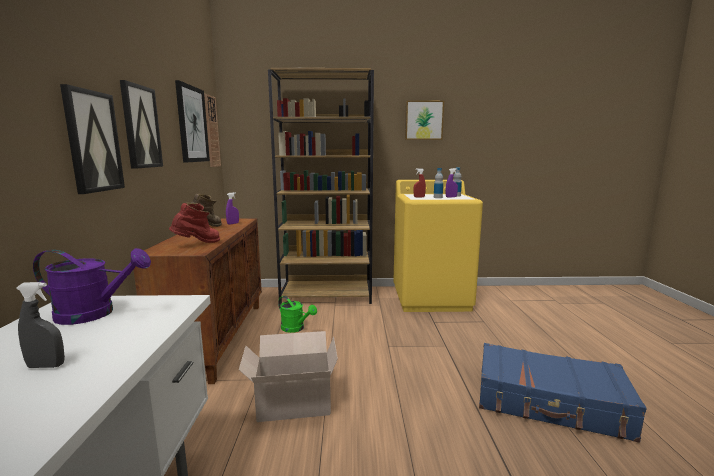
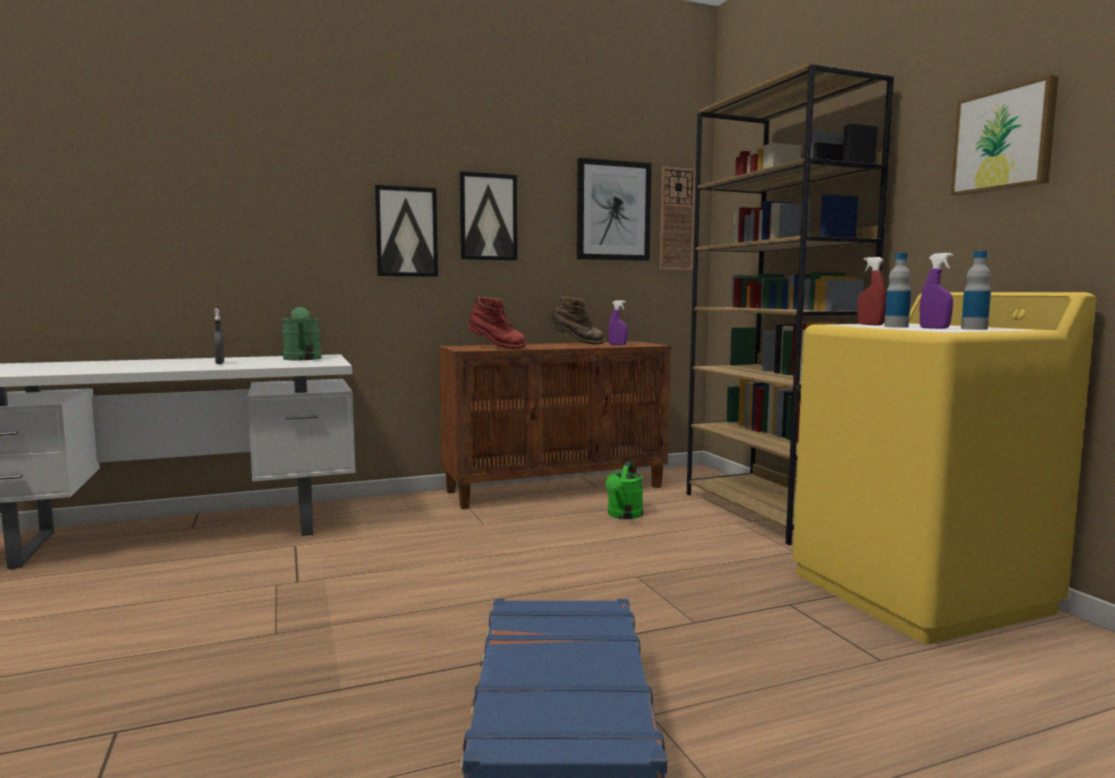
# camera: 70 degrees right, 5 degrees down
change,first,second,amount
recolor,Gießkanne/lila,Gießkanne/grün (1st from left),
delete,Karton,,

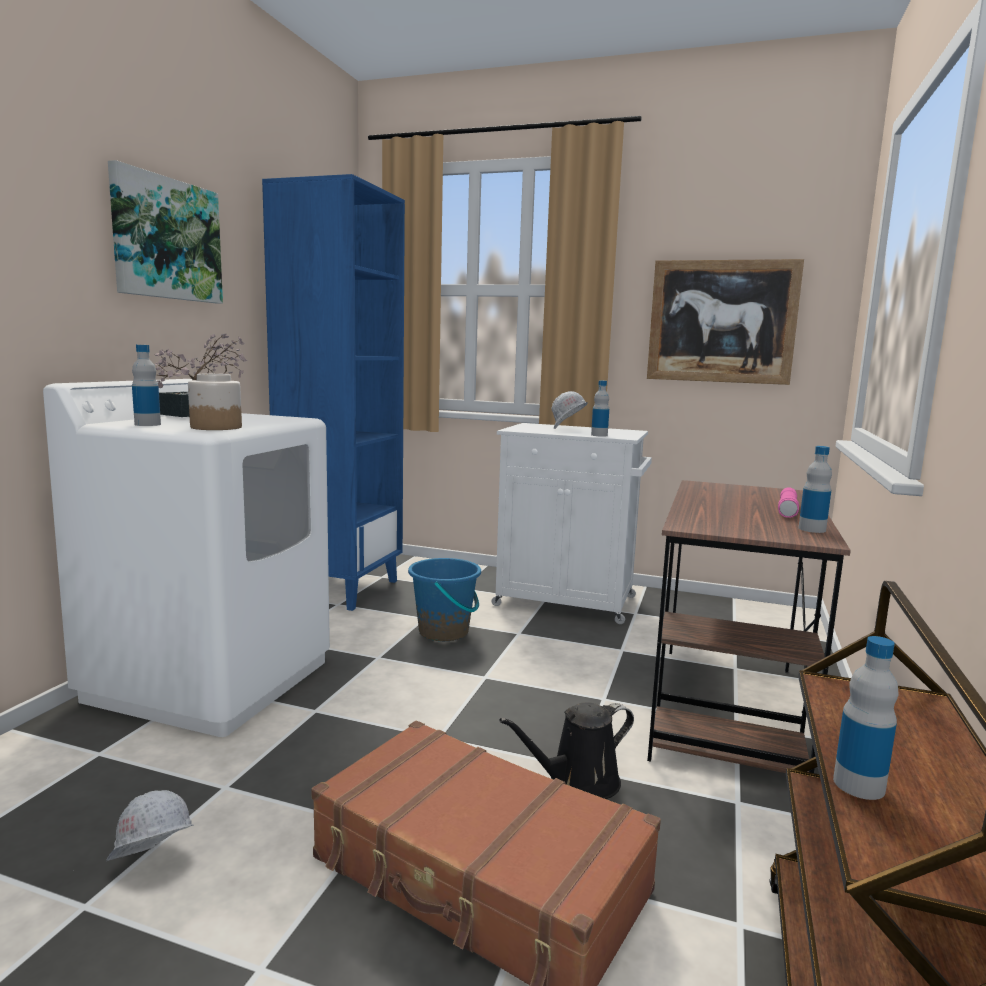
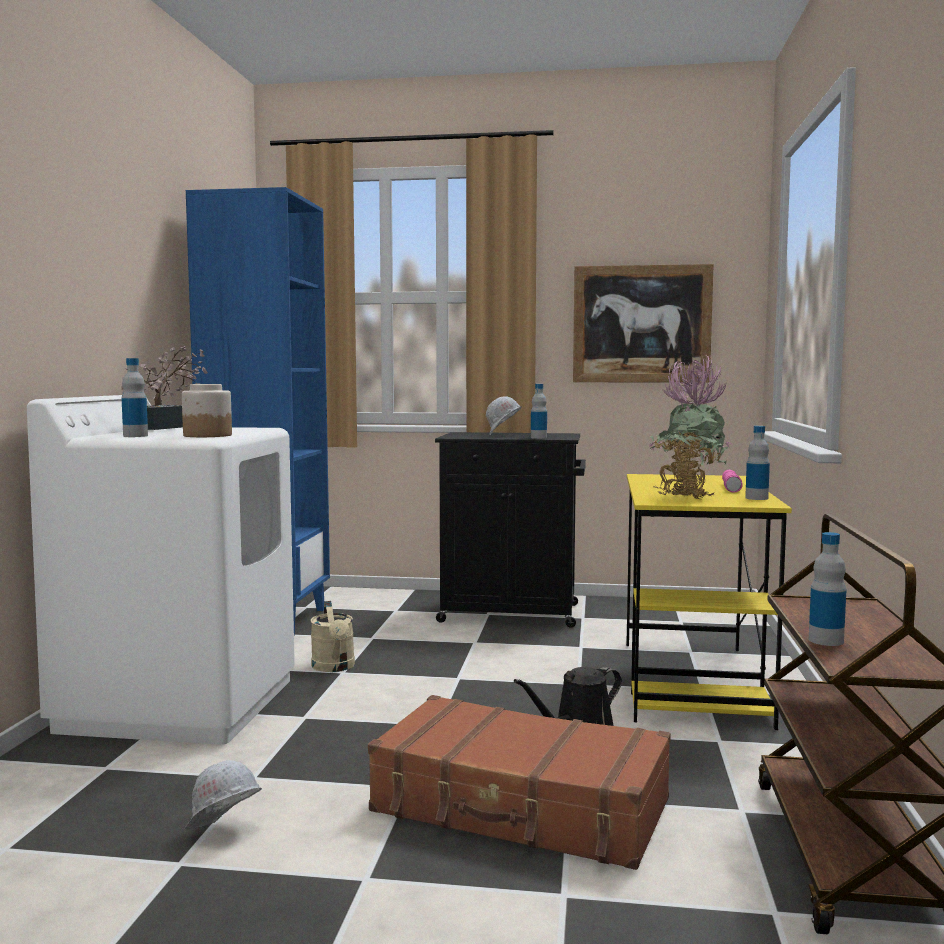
# camera: 10 degrees left, 5 degrees down
change,first,second,amount
delete,Bild (1st from left),,
recolor,Schrank/weiß,Schrank/schwarz,
recolor,Schreibtisch/braun,Schreibtisch/gelb,
delete,Eimer/blau,,
insert,,Topfpflanze (2nd from left),
insert,,Gießkanne/beige,

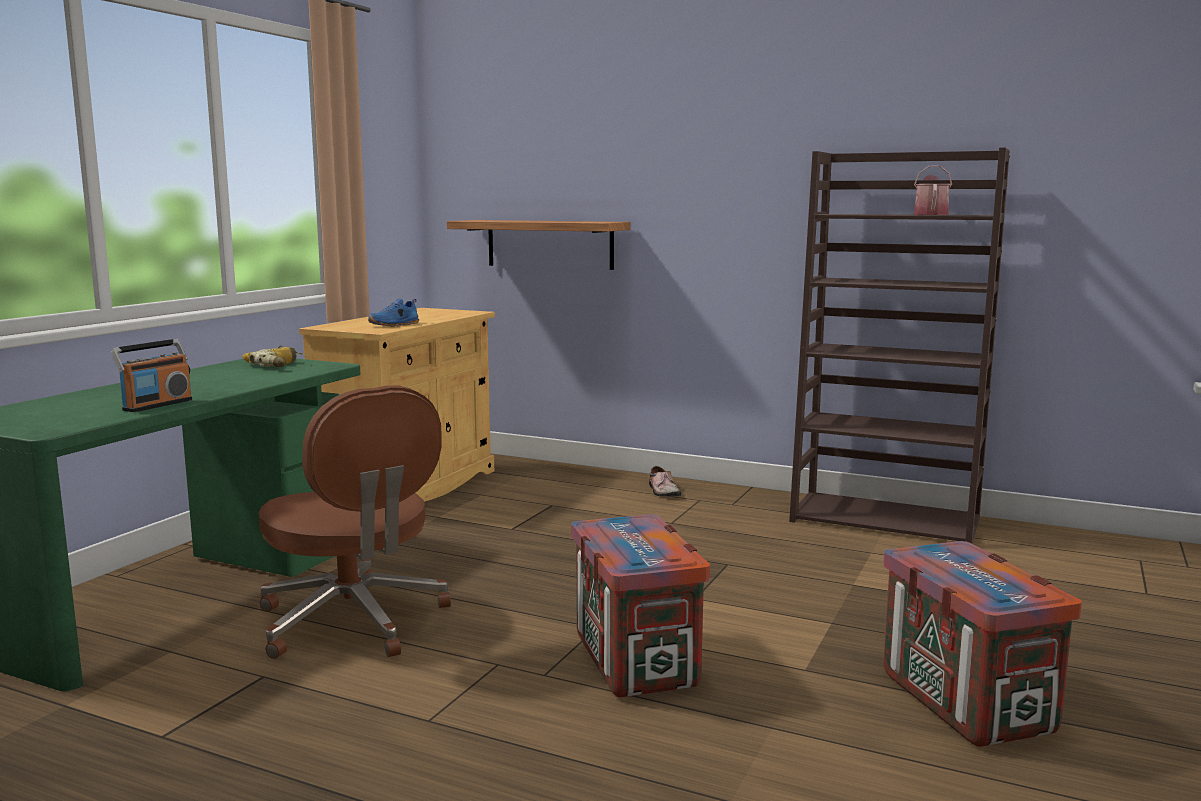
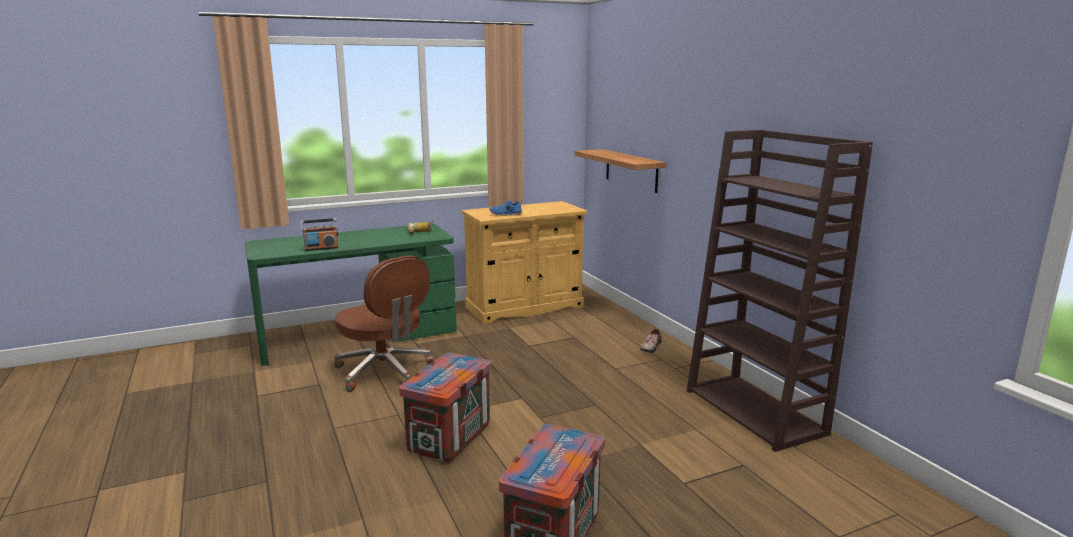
# camera: 40 degrees right, 5 degrees up
change,first,second,amount
delete,Gießkanne,,
rotate,Bürostuhl/braun,,45 degrees counterclockwise

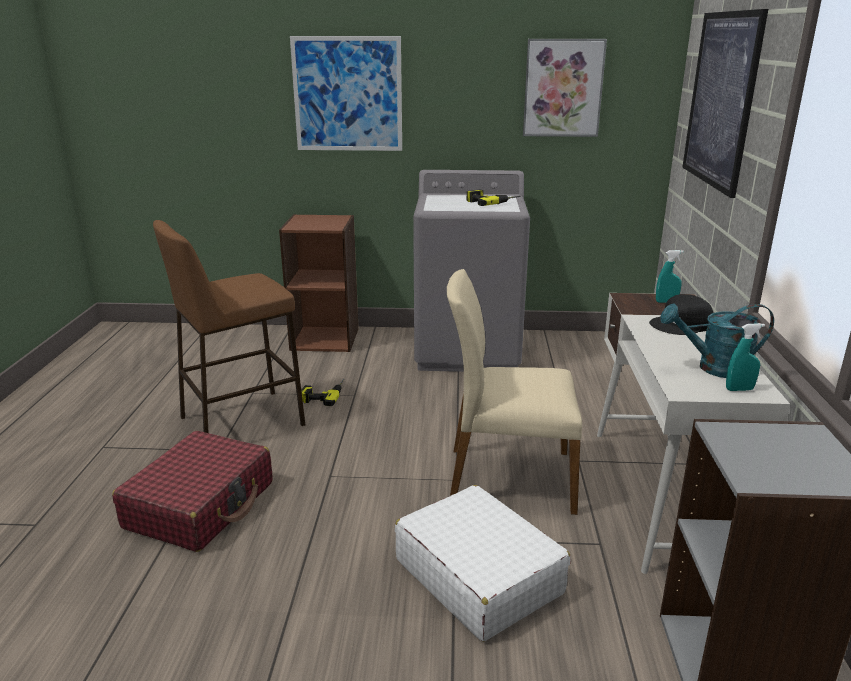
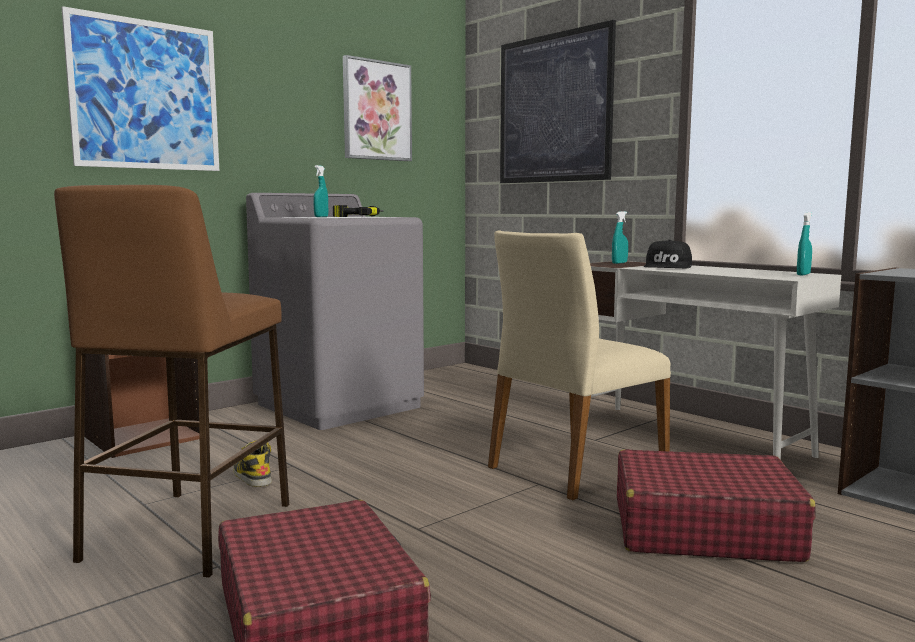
# camera: 45 degrees left, 15 degrees down
change,first,second,amount
delete,Gießkanne/türkis,,
replace,Bohrmaschine (1st from left),Stiefel,
recolor,Koffer/weiß,Koffer/rot (2nd from left),
insert,,Sprühflasche/türkis (1st from left),

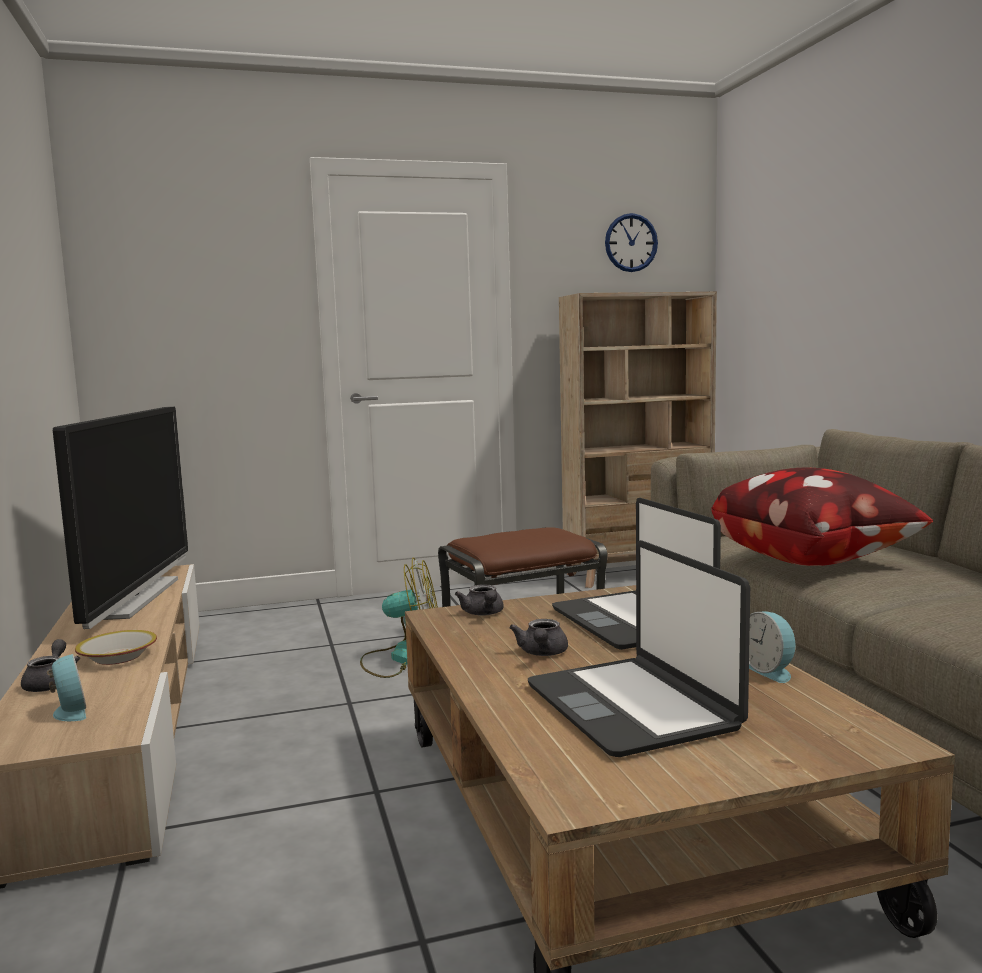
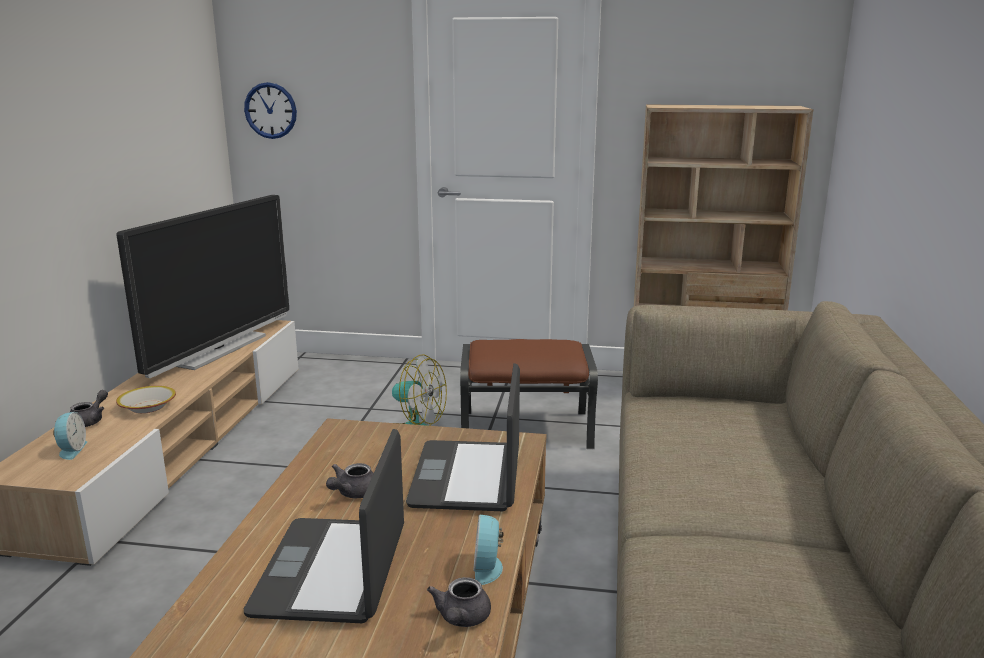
# camera: 25 degrees right, 10 degrees up
change,first,second,amount
move,Wanduhr,,
delete,Kissen,,
move,Teekanne/grau (2nd from left in the first image),Teekanne/grau (3rd from left),

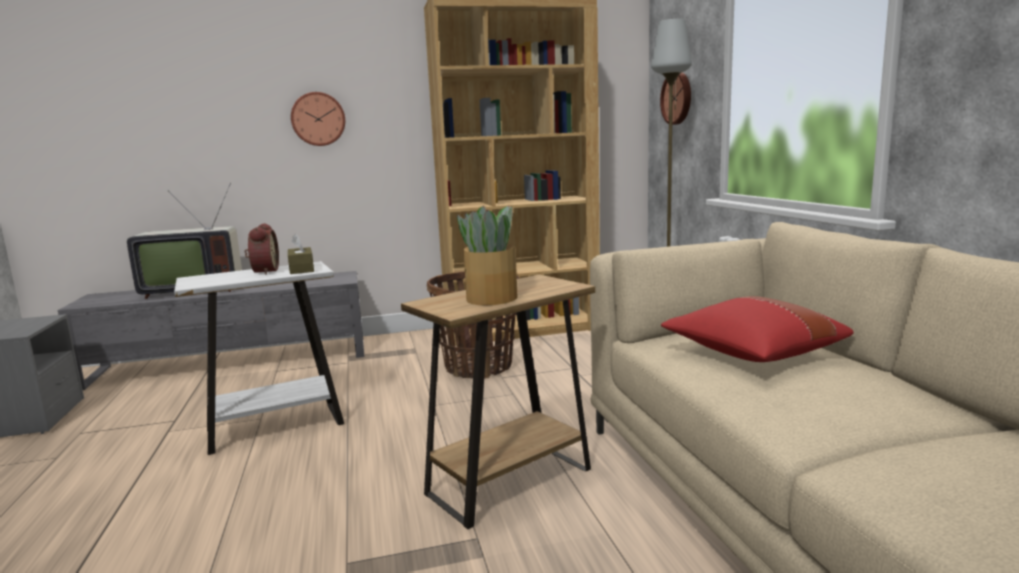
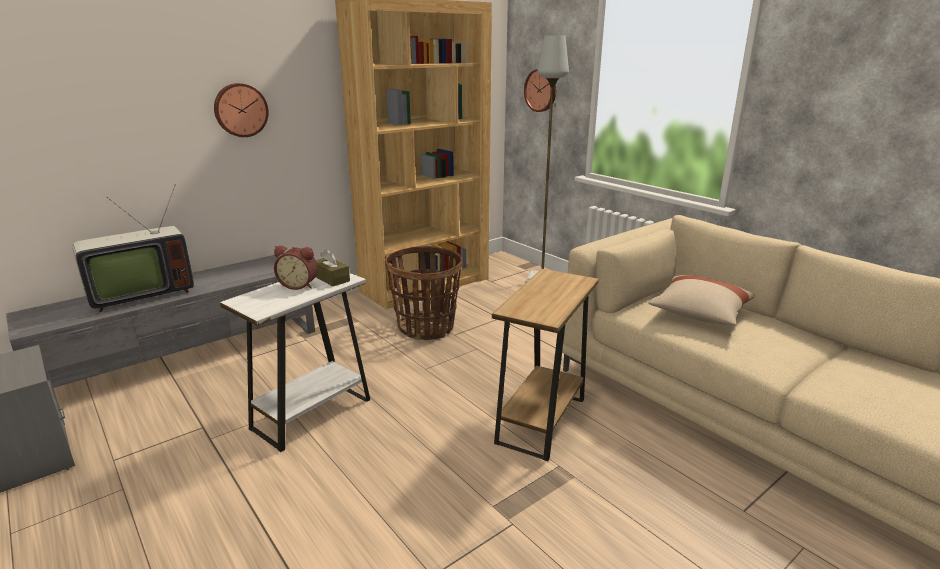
# camera: 25 degrees left, 10 degrees up
change,first,second,amount
delete,Topfpflanze,,
rotate,Wecker,,135 degrees clockwise
recolor,Kissen/rot,Kissen/beige,

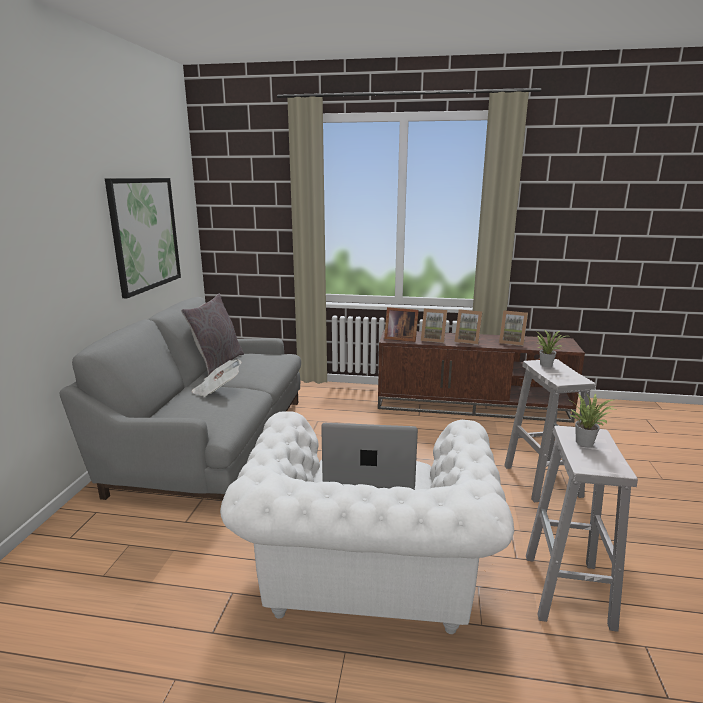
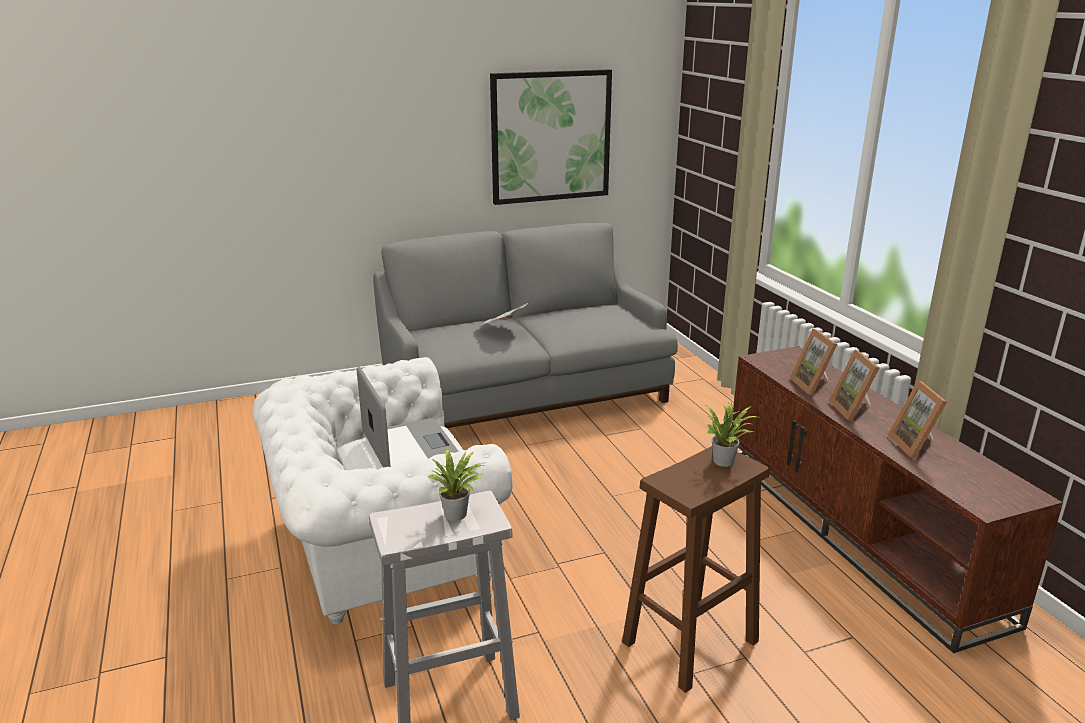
# camera: 60 degrees right, 5 degrees up
change,first,second,amount
delete,Kissen/grau,,
delete,Bilderrahmen (1st from left),,
recolor,Hocker/weiß (1st from left),Hocker/braun,

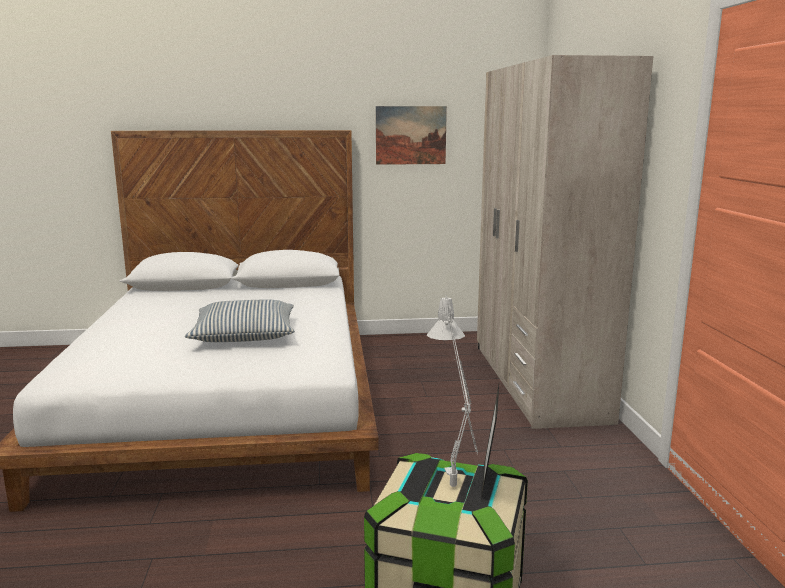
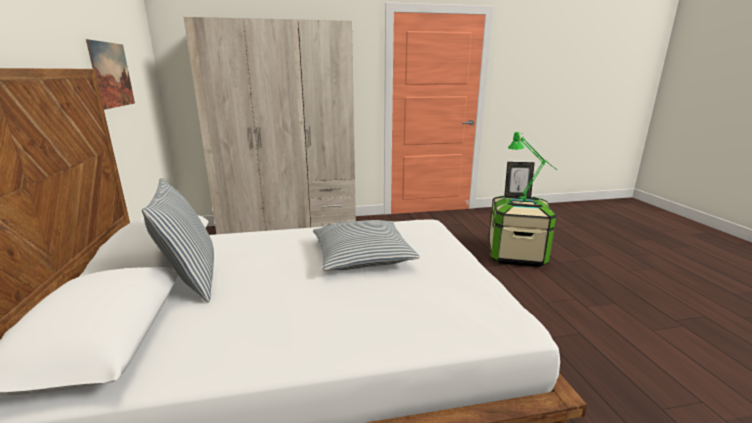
# camera: 95 degrees left, 5 degrees up
change,first,second,amount
recolor,Tischlampe/grau,Tischlampe/grün,
insert,,Kissen (1st from left),

